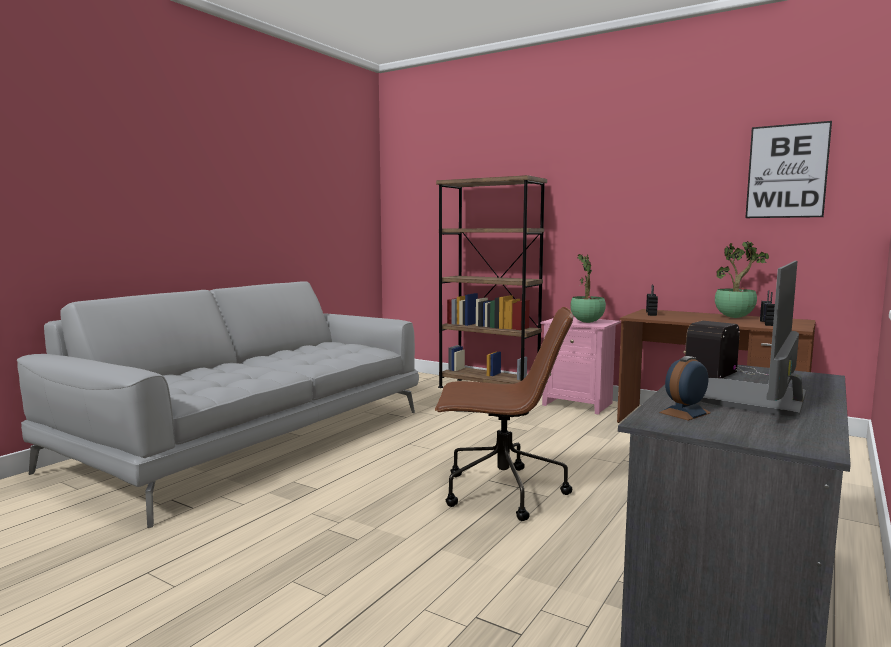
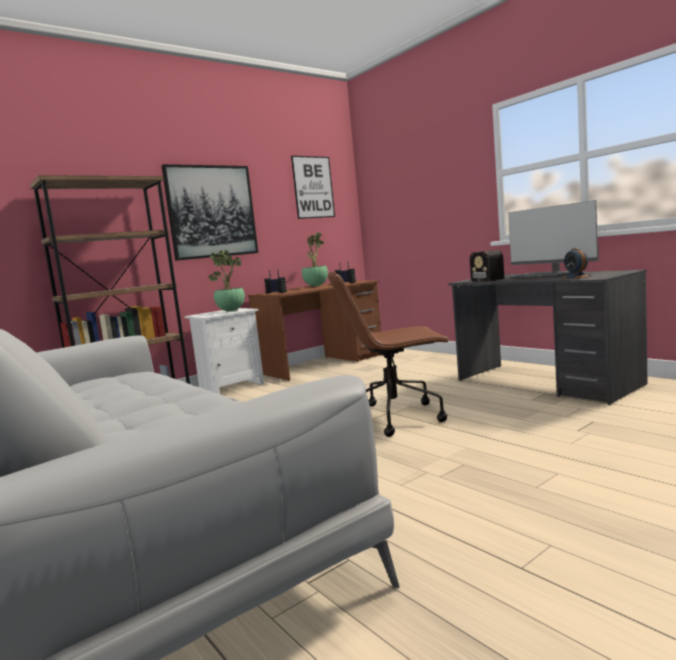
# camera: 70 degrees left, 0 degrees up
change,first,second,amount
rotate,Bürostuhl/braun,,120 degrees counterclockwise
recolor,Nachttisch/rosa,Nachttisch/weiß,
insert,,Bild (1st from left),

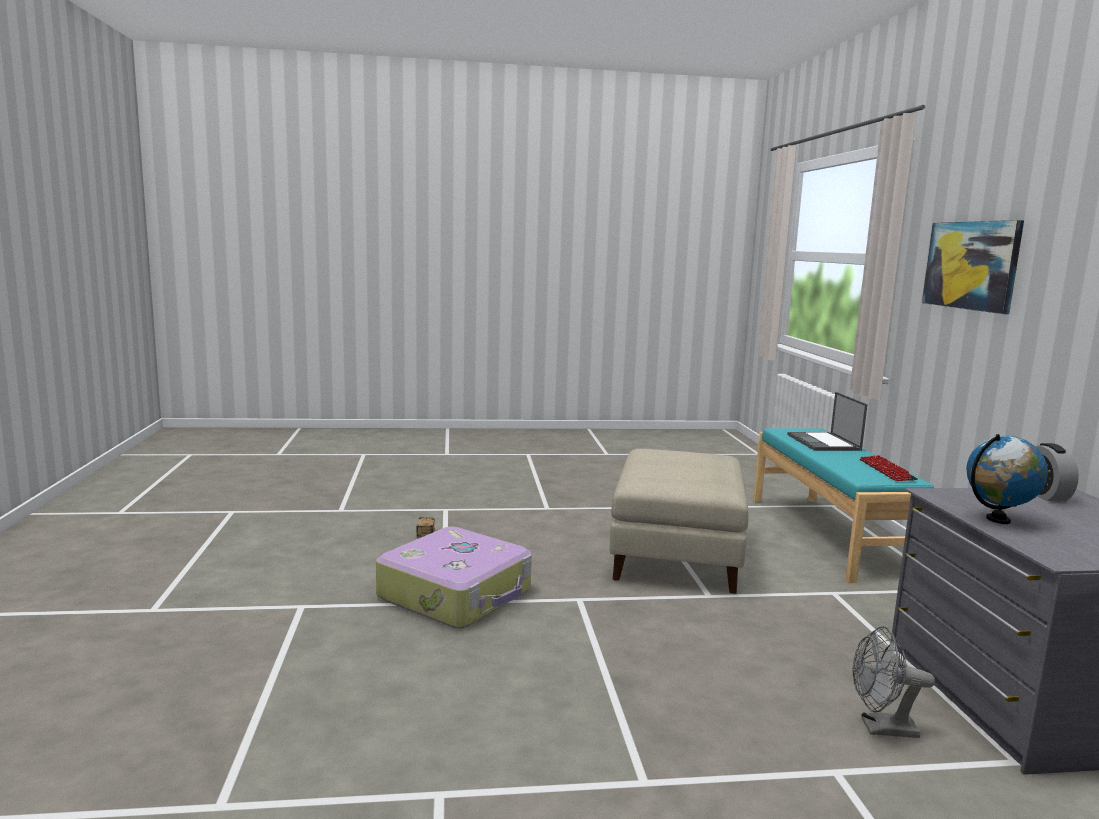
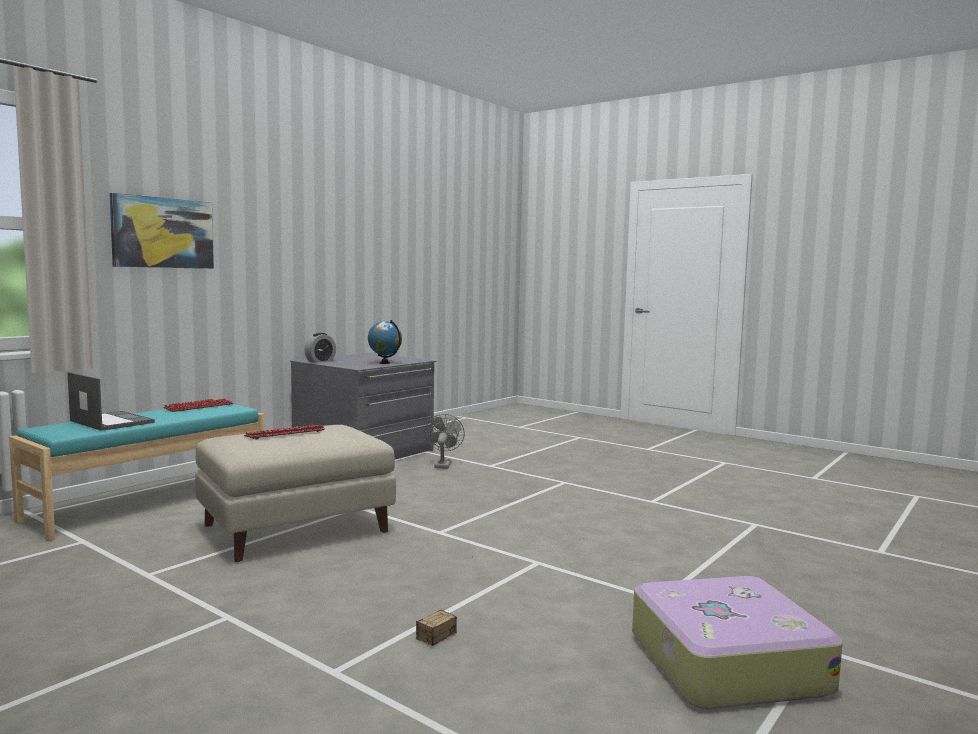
# camera: 135 degrees left, 5 degrees down
change,first,second,amount
rotate,Laptop,,90 degrees counterclockwise
move,Koffer,,
rotate,Ventilator/grau,,135 degrees counterclockwise
insert,,Tastatur (2nd from left),

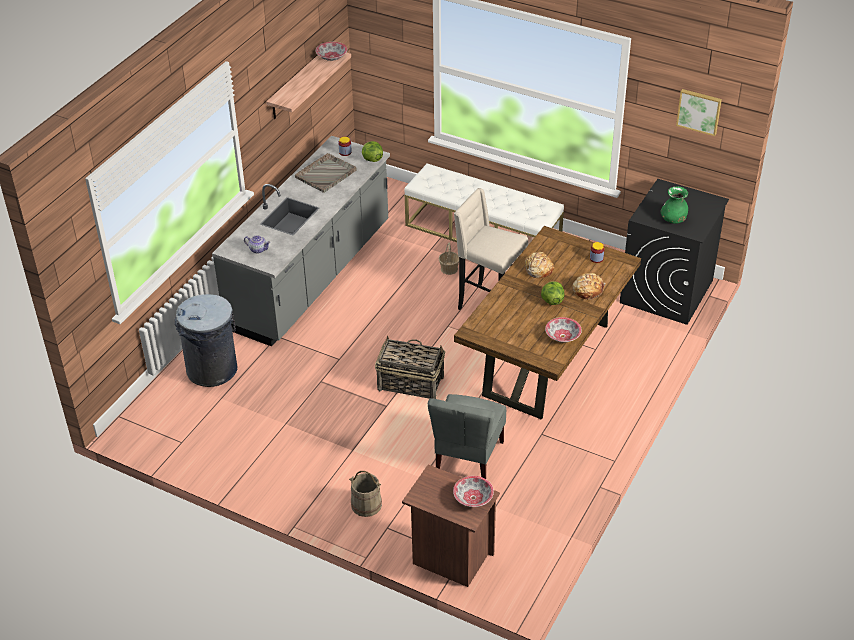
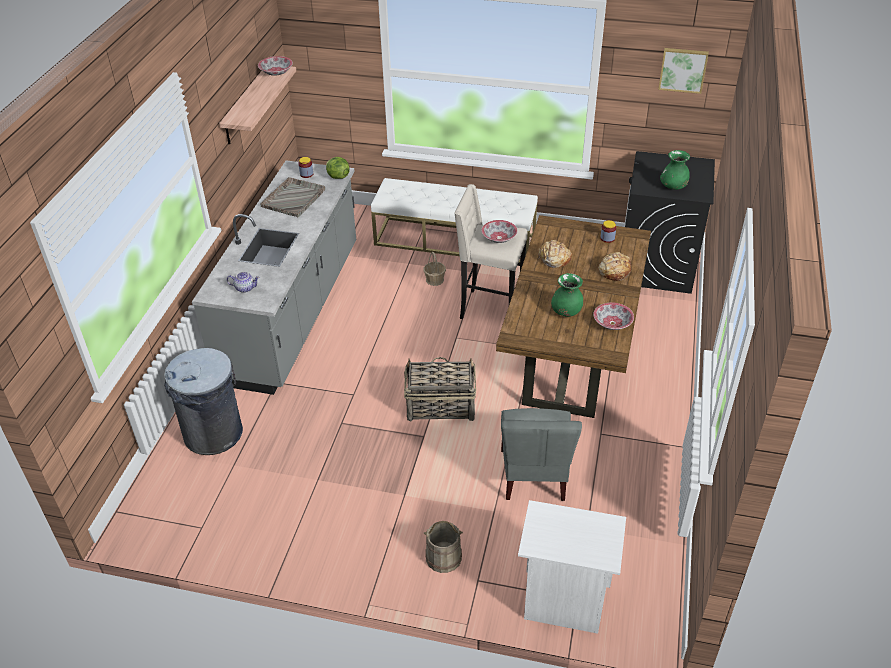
# camera: 15 degrees left, 0 degrees up
change,first,second,amount
delete,Salatkopf (2nd from left),,
recolor,Nachttisch/braun,Nachttisch/weiß,
move,Schüssel (2nd from left),,
insert,,Vase/grün (1st from left),

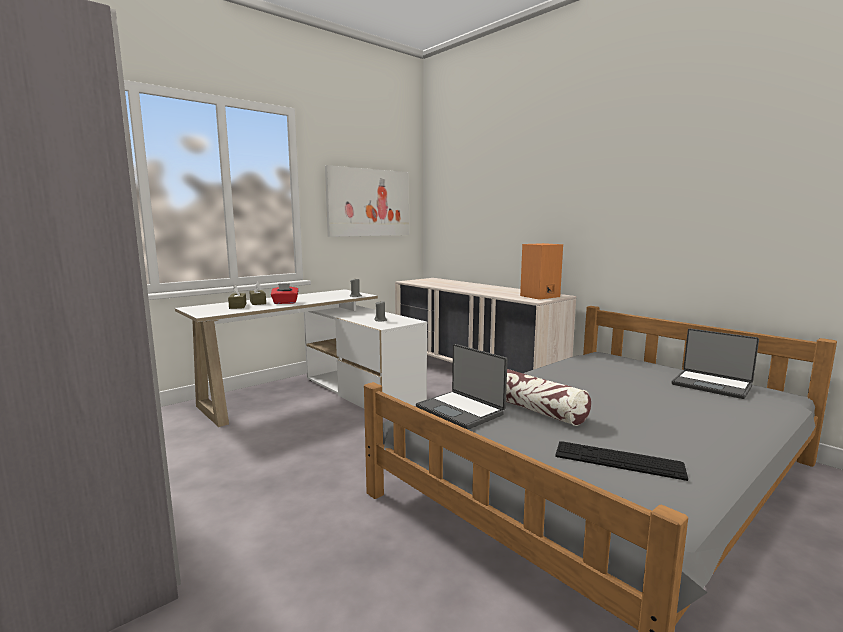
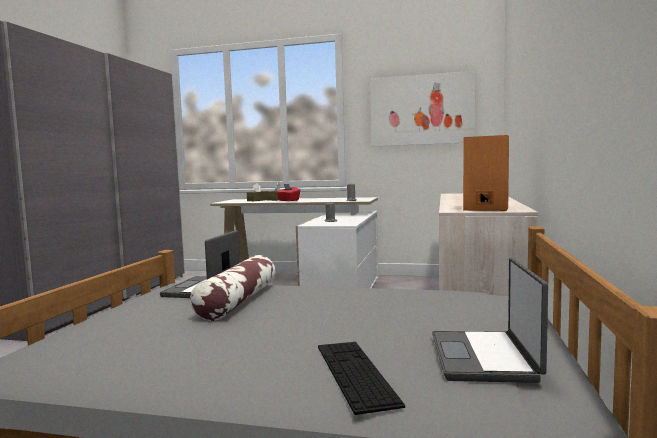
# camera: 55 degrees right, 5 degrees down
change,first,second,amount
move,Tastatur,,

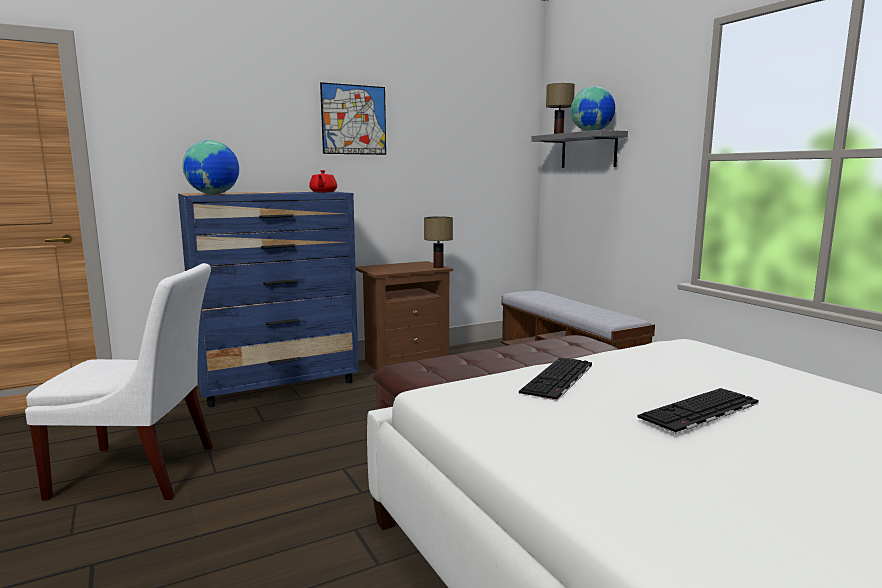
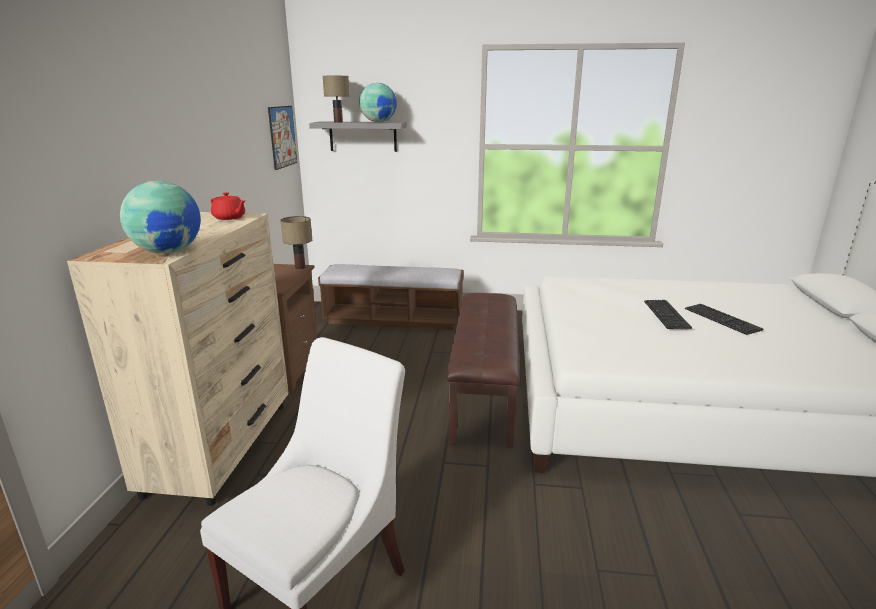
# camera: 55 degrees left, 10 degrees up
change,first,second,amount
move,Bild,,
recolor,Kommode/blau,Kommode/beige,
move,Tastatur (1st from left in the first image),Tastatur (2nd from left),

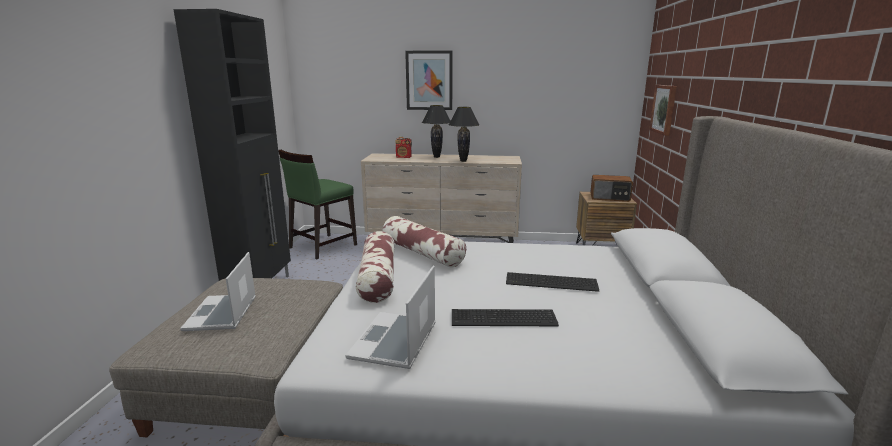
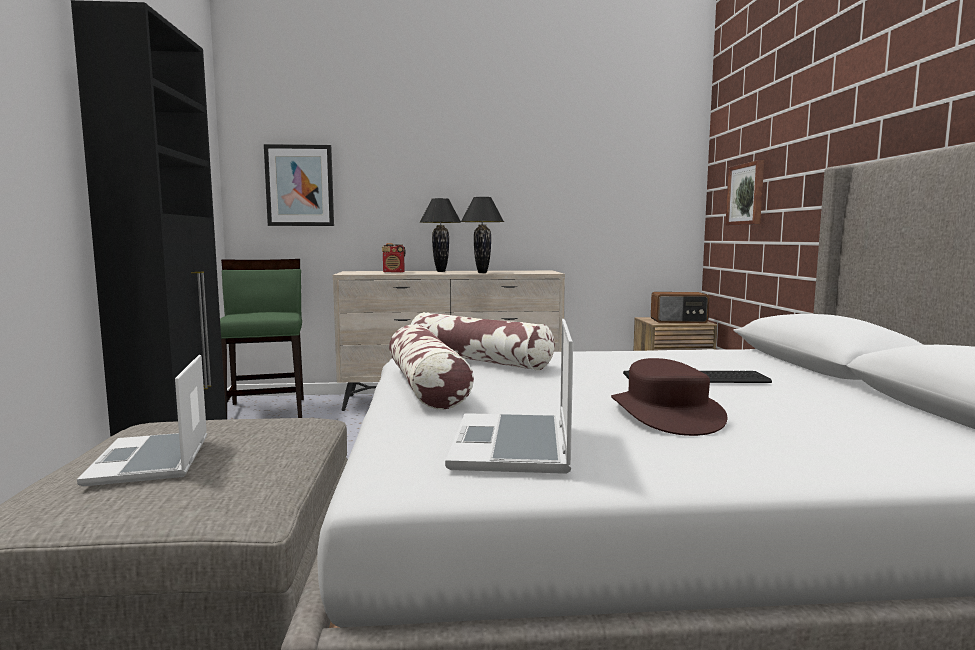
# camera: 10 degrees left, 10 degrees down
change,first,second,amount
move,Bild (1st from left),,
rotate,Stuhl/grün,,135 degrees clockwise
replace,Tastatur (1st from left),Hut/braun,

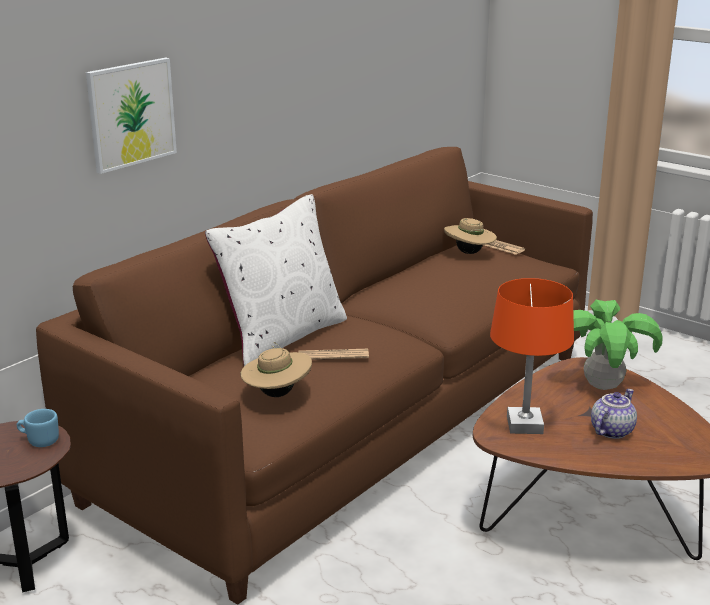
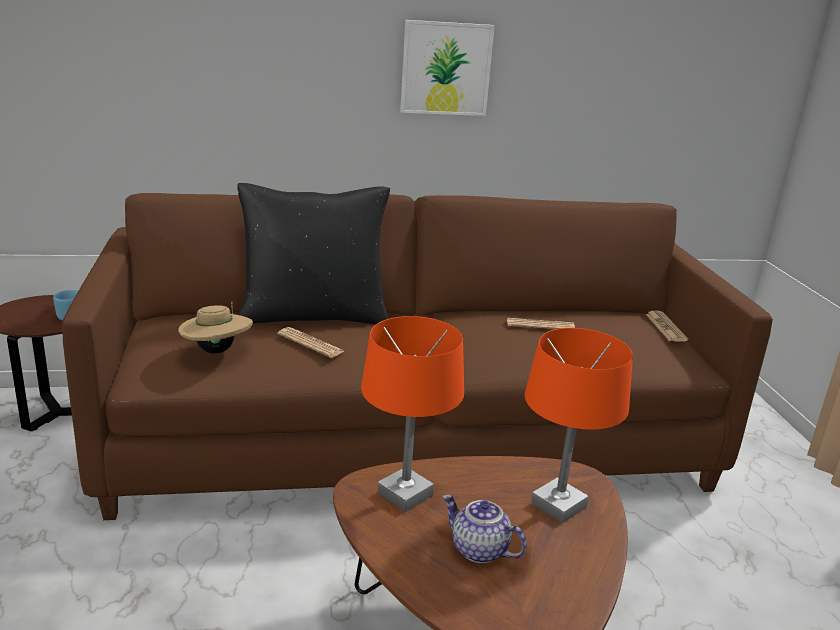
# camera: 40 degrees right, 0 degrees up
change,first,second,amount
move,Bild,,
recolor,Kissen/weiß,Kissen/schwarz,
delete,Hut/beige (2nd from left),,
replace,Topfpflanze,Tischlampe/orange (2nd from left),
rotate,Teekanne,,135 degrees counterclockwise
insert,,Zeitung (2nd from left),

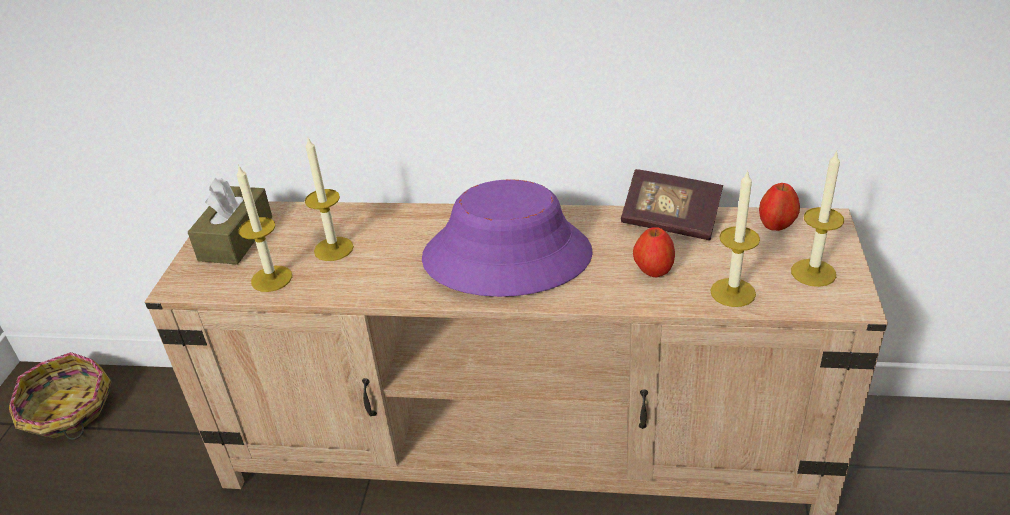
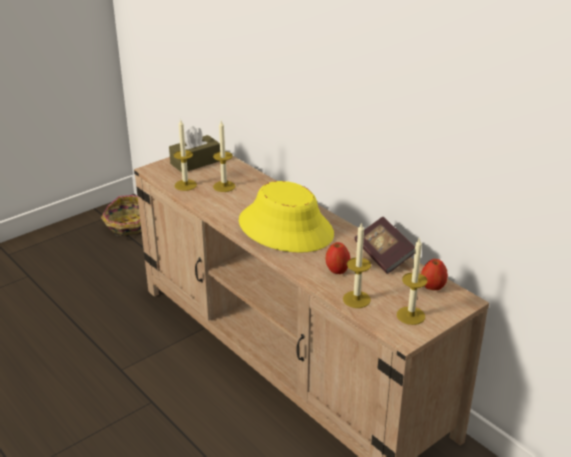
# camera: 40 degrees right, 5 degrees down
change,first,second,amount
recolor,Hut/lila,Hut/gelb,

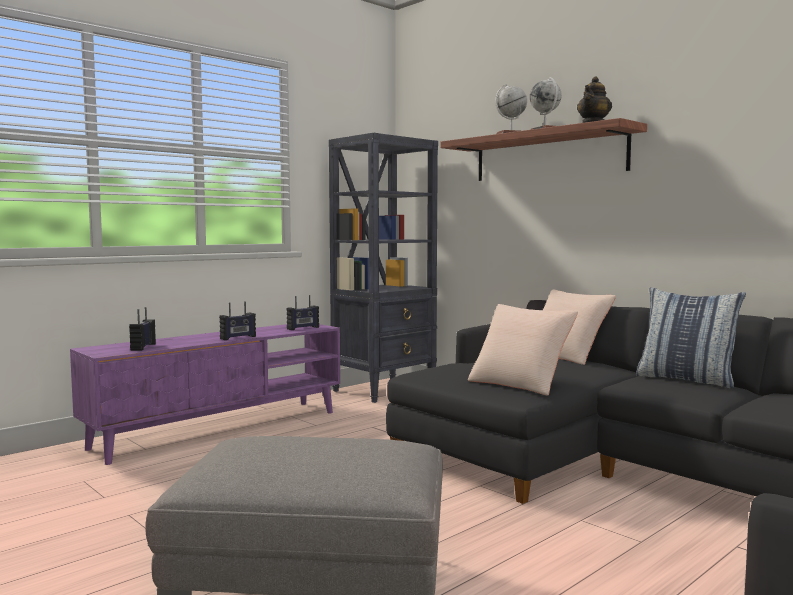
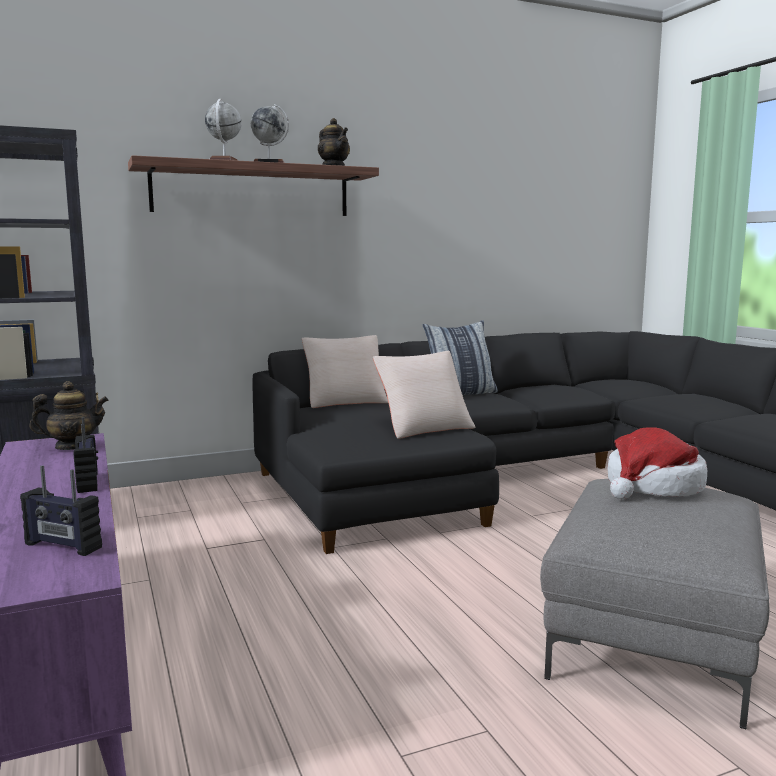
# camera: 70 degrees left, 5 degrees up
change,first,second,amount
replace,Radio (3rd from left),Teekanne (1st from left),
insert,,Hut,

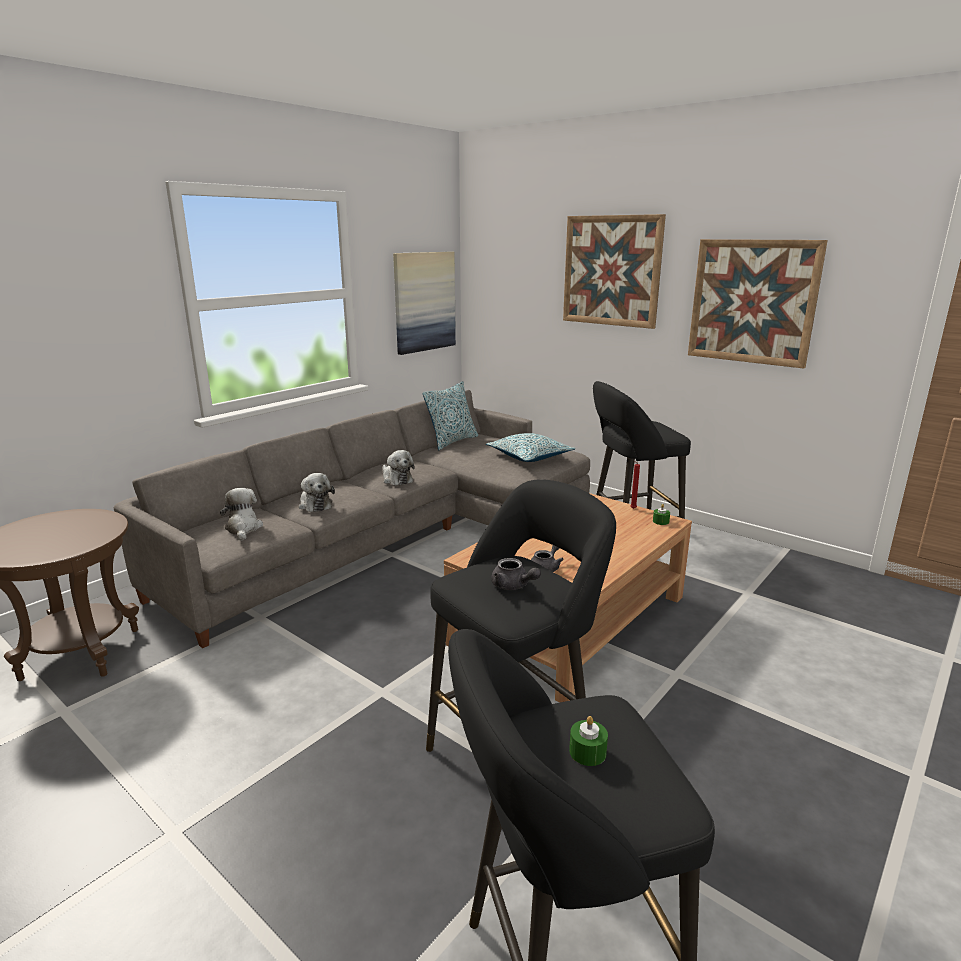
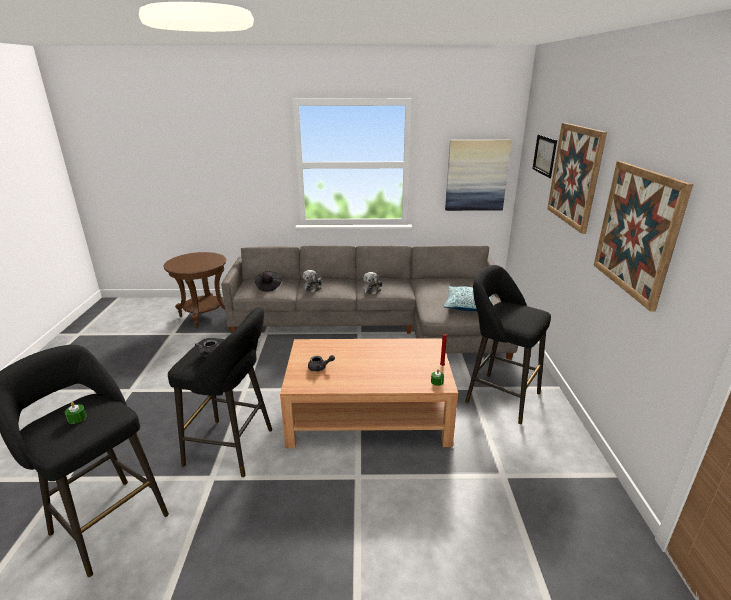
# camera: 50 degrees right, 5 degrees up
change,first,second,amount
delete,Kissen (1st from left),,
replace,Plüschtier (1st from left),Hut/schwarz,
insert,,Bild (2nd from left),

